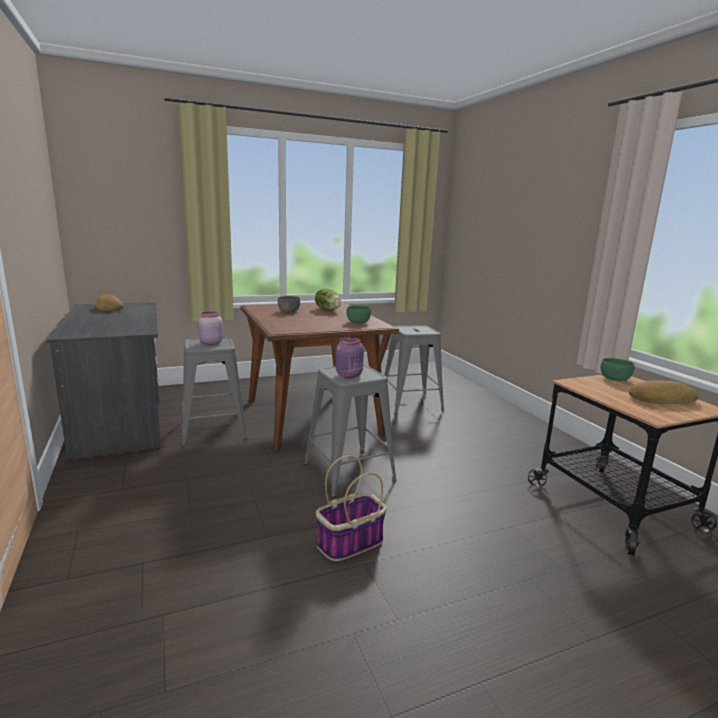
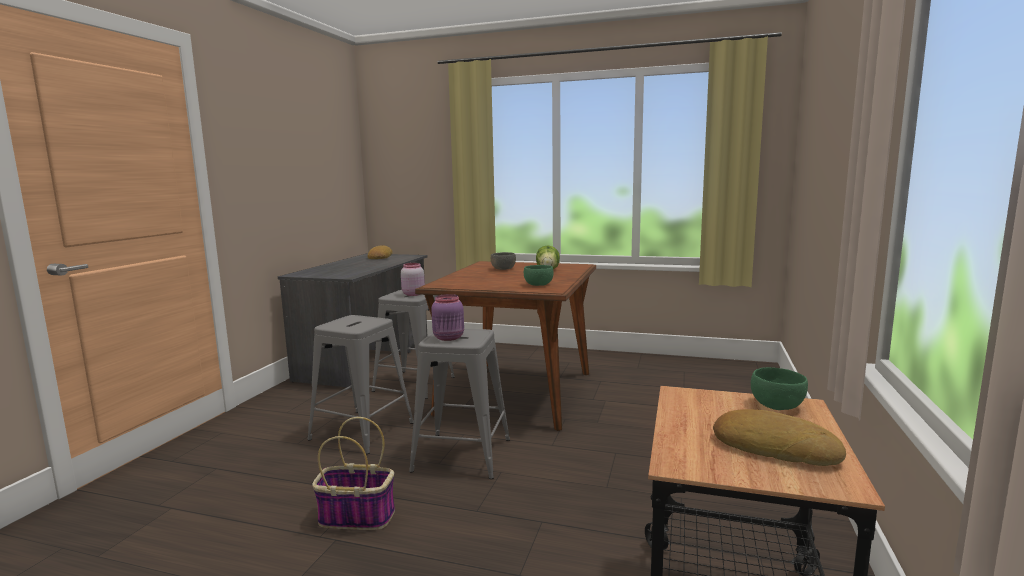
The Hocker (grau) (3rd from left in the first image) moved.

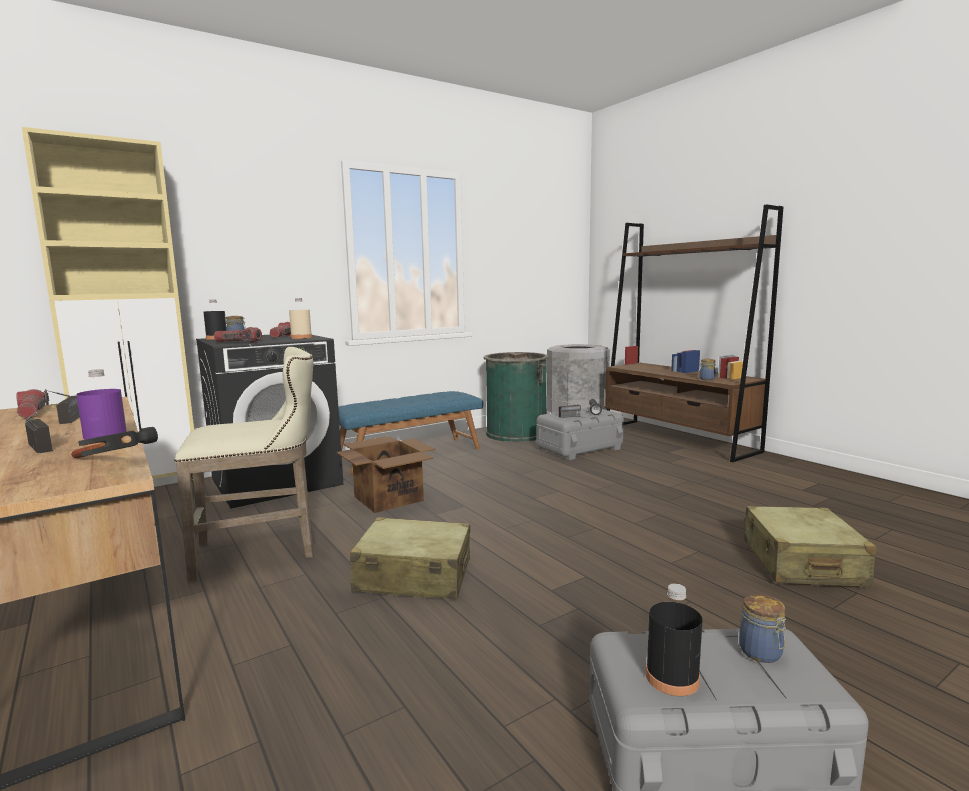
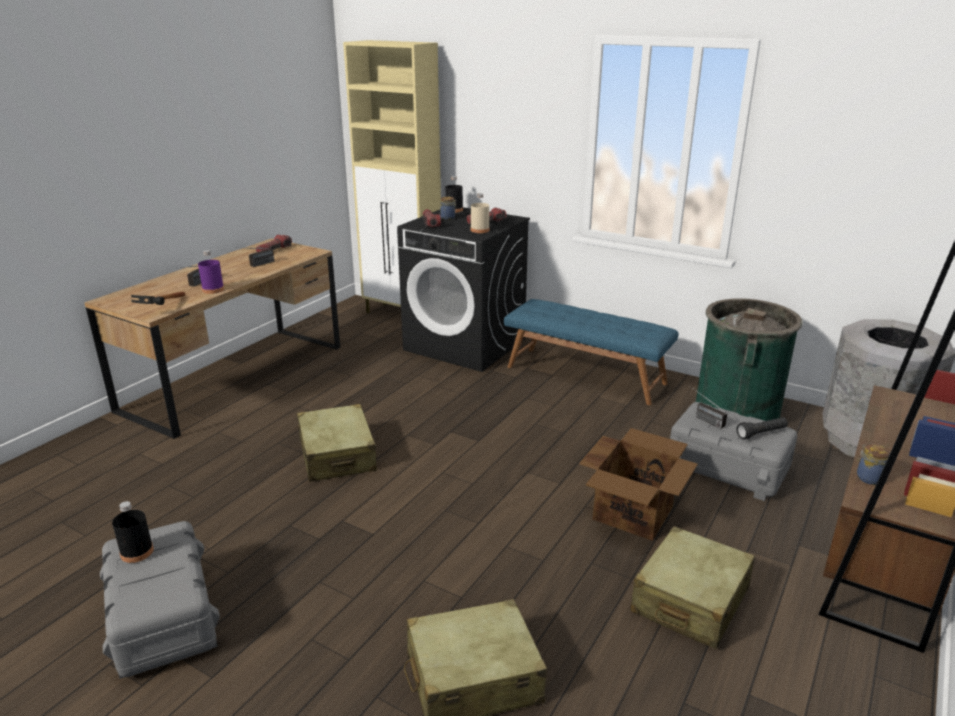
The Karton moved.
The Koffer (beige) (3rd from left) appeared.
The Hocker (beige) disappeared.
The Vorratsglas (3rd from left) disappeared.

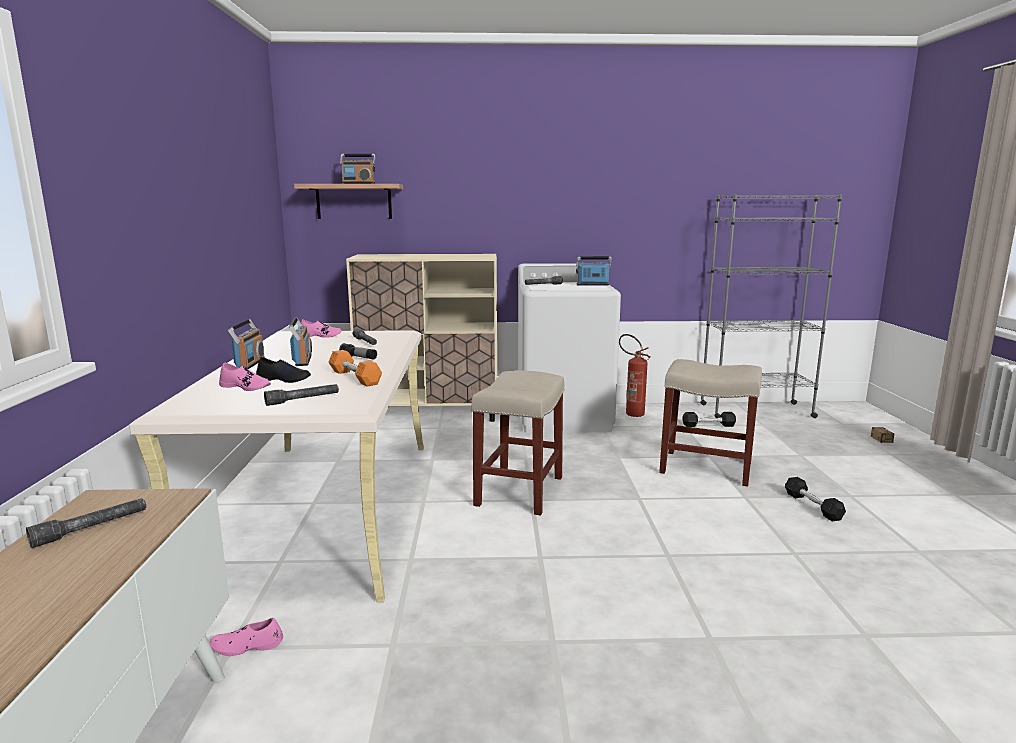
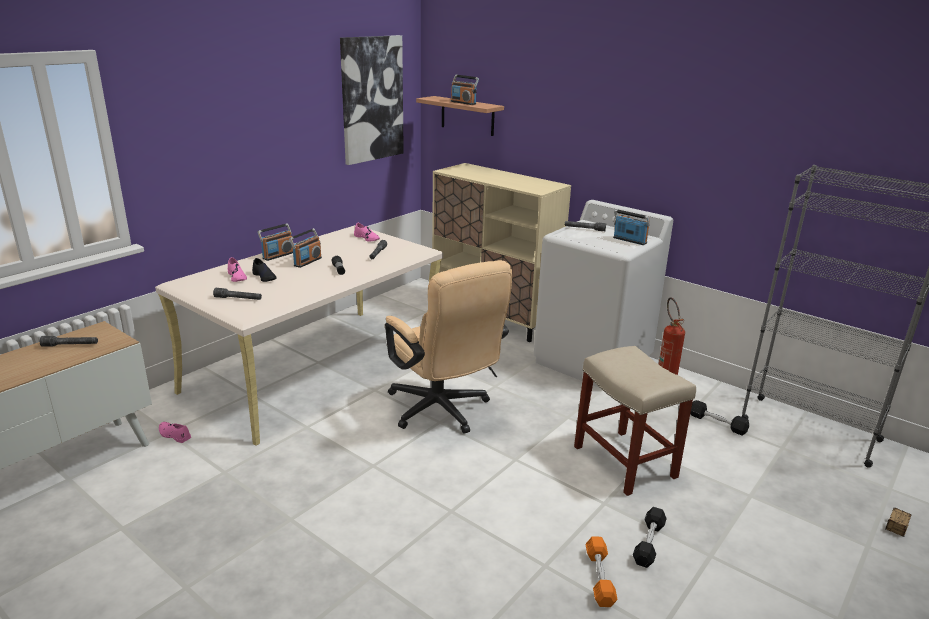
The Bild appeared.
The Hocker (beige) (1st from left) was replaced by the Bürostuhl (beige).
The Hantel (orange) moved.

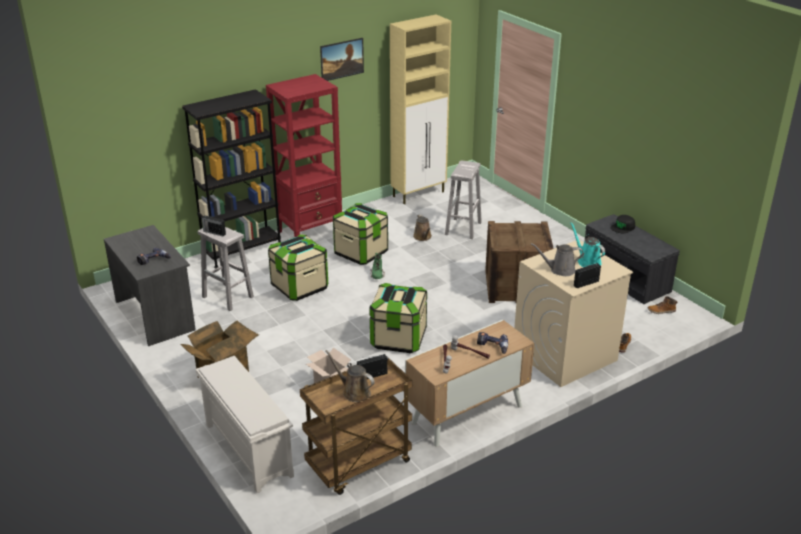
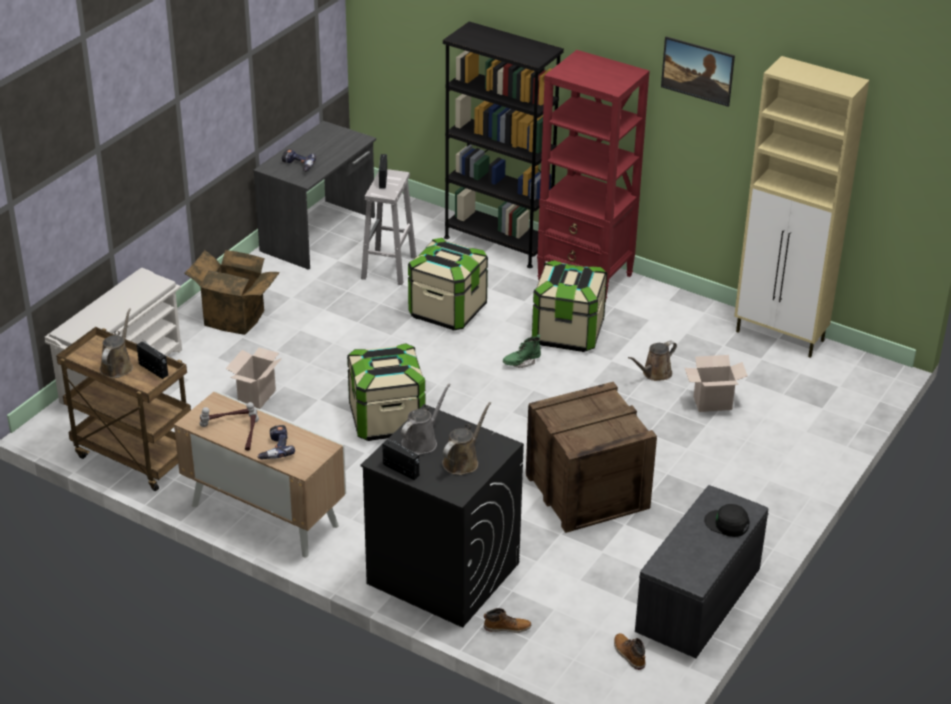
The Waschmaschine (beige) became the Waschmaschine (schwarz).
The Gießkanne (grau) turned 60 degrees clockwise.
The Gießkanne (türkis) became the Gießkanne (braun) (2nd from left).
The Hocker (weiß) (2nd from left) was replaced by the Karton (3rd from left).

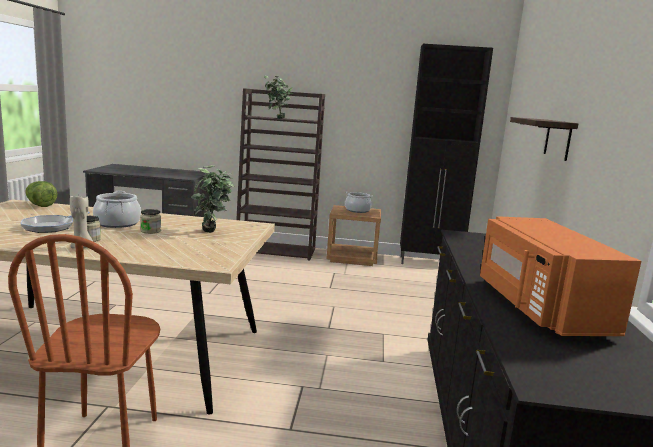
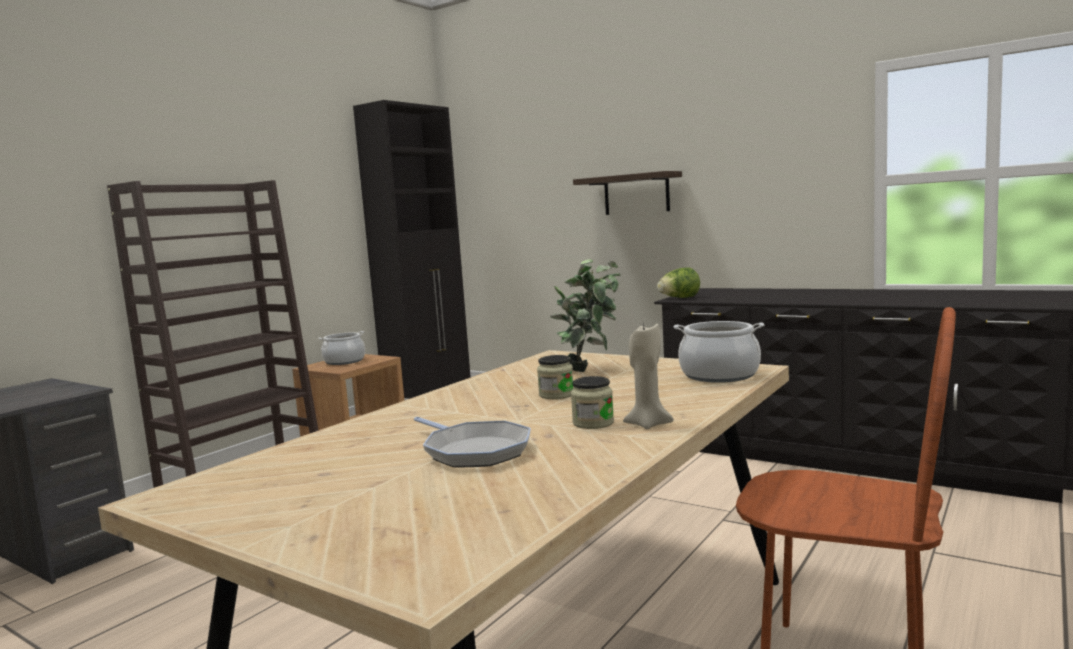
The Salatkopf moved.
The Kochtopf (1st from left in the first image) moved.
The Topfpflanze (2nd from left) disappeared.
The Mikrowelle (orange) disappeared.

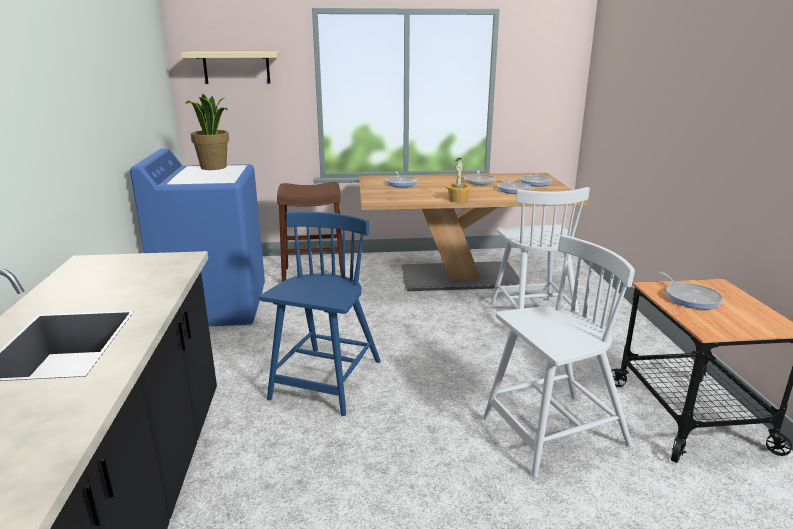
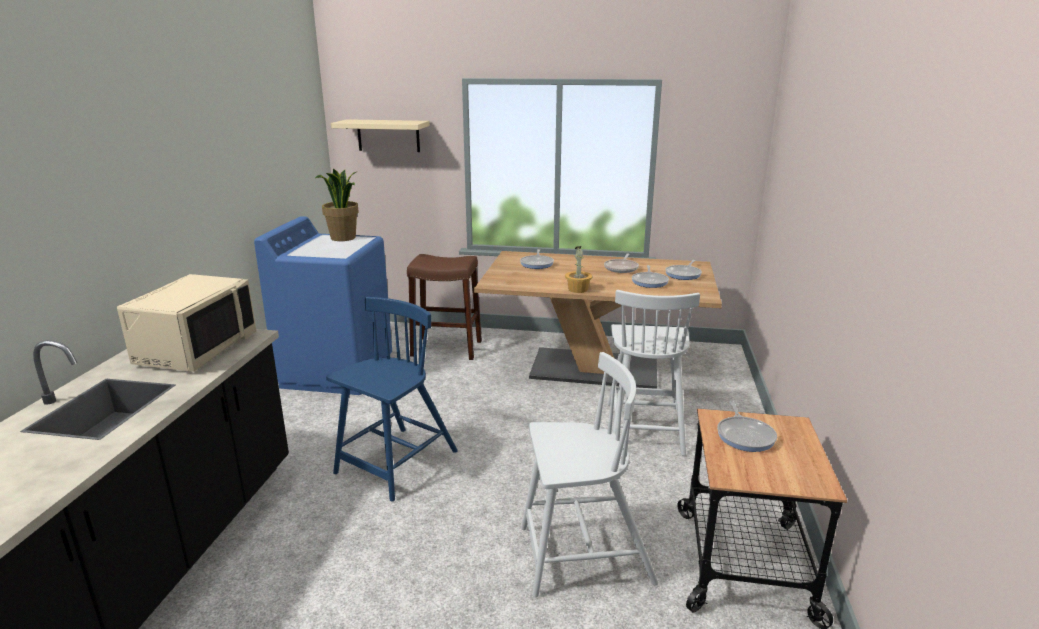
The Mikrowelle (beige) appeared.

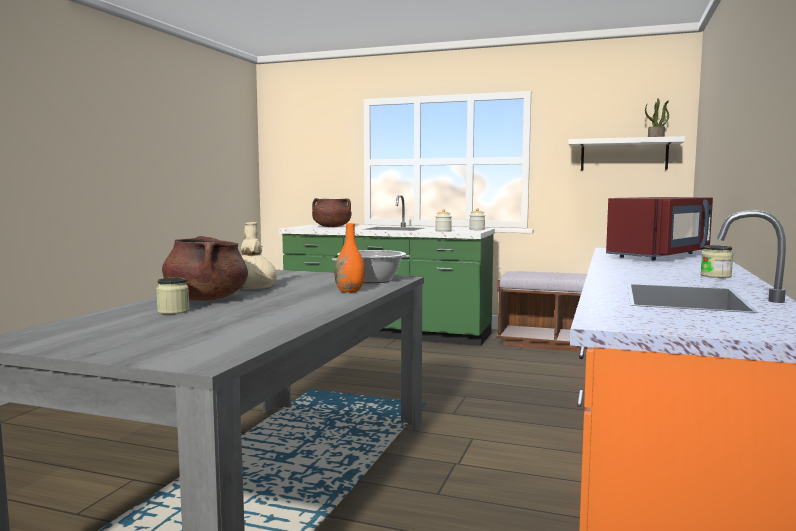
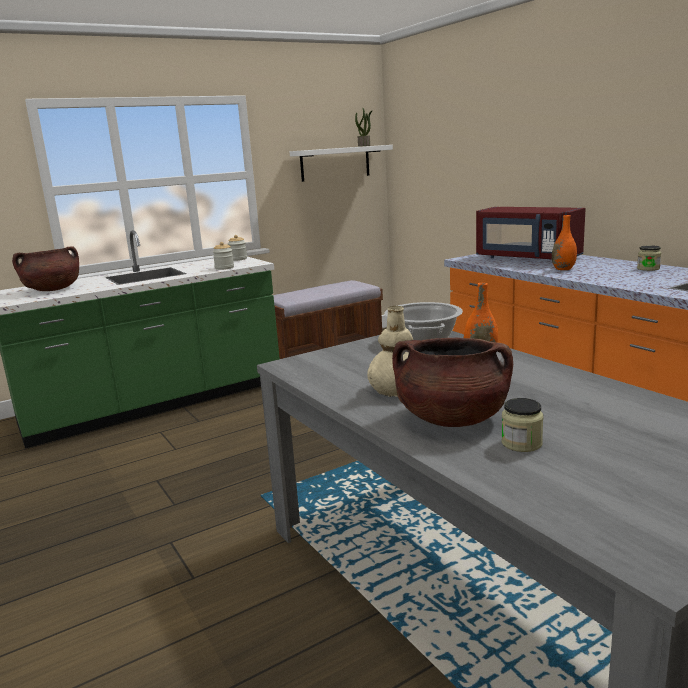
The Mikrowelle (rot) turned 135 degrees clockwise.
The Vase (orange) (2nd from left) appeared.

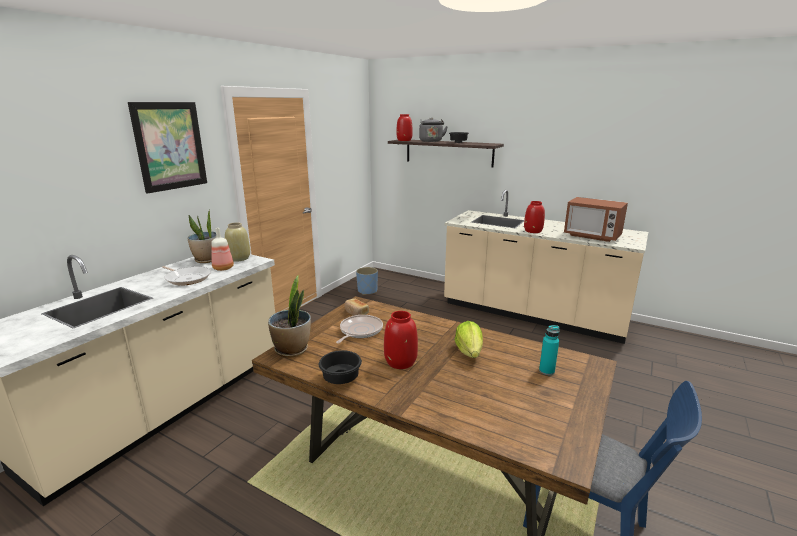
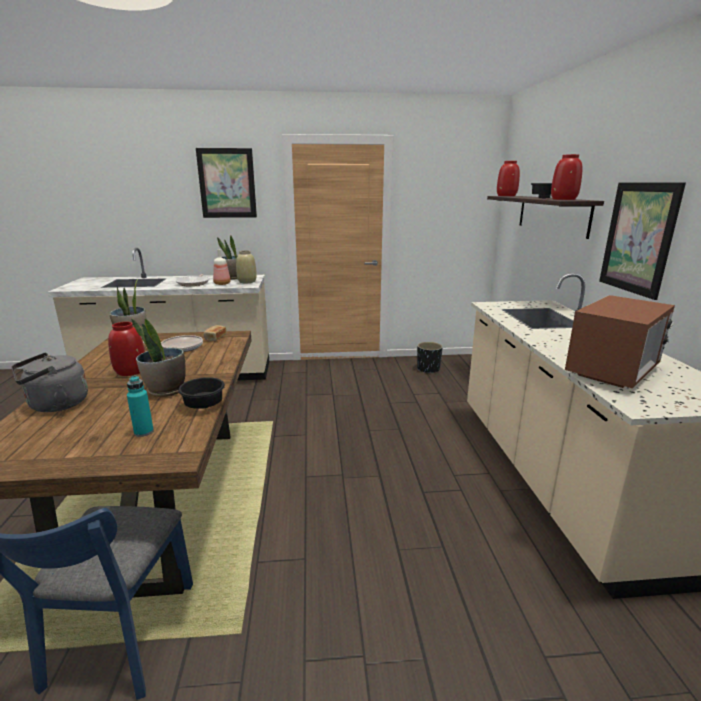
The Wasserkessel (grau) moved.
The Salatkopf was replaced by the Topfpflanze (2nd from left).
The Schüssel (schwarz) (1st from left) moved.
The Pflanzkübel (blau) became the Pflanzkübel (schwarz).
The Vase (rot) (3rd from left) moved.
The Mikrowelle turned 135 degrees counterclockwise.
The Bild (2nd from left) appeared.

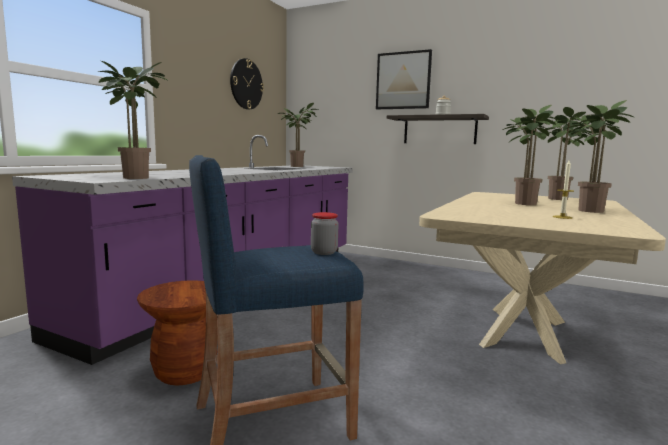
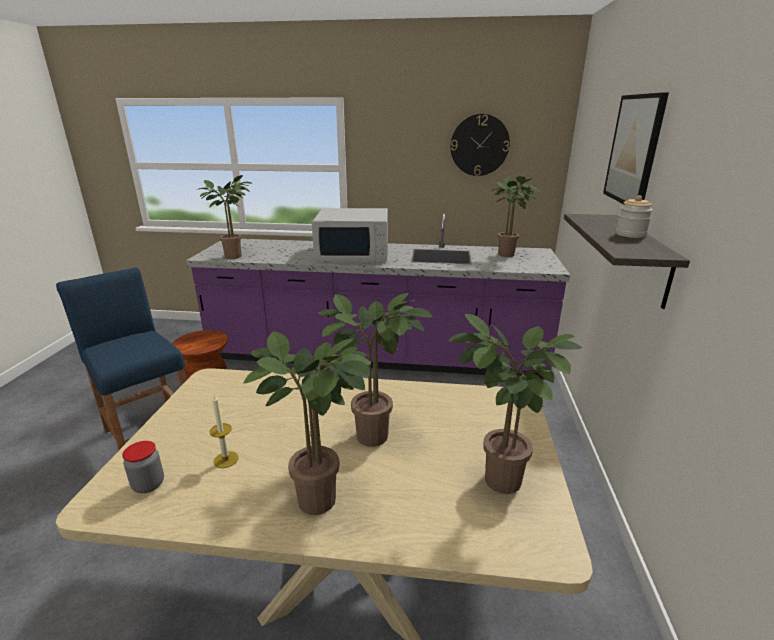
The Vorratsglas (1st from left) moved.
The Mikrowelle (weiß) appeared.

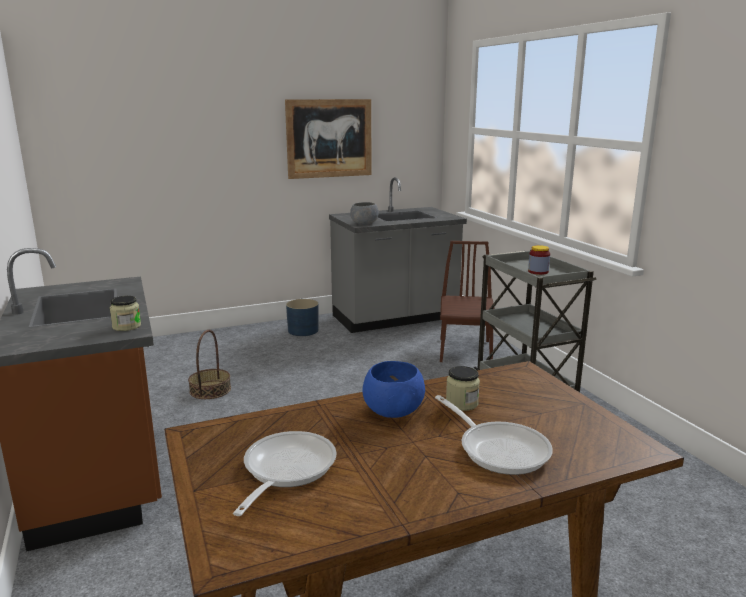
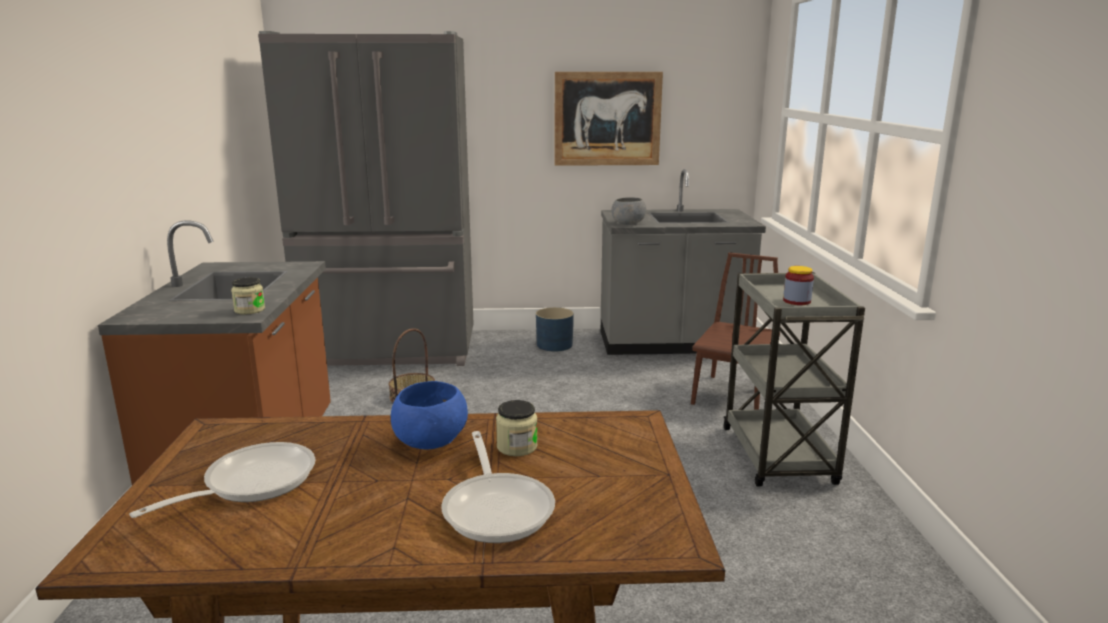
The Kühlschrank (grau) appeared.

